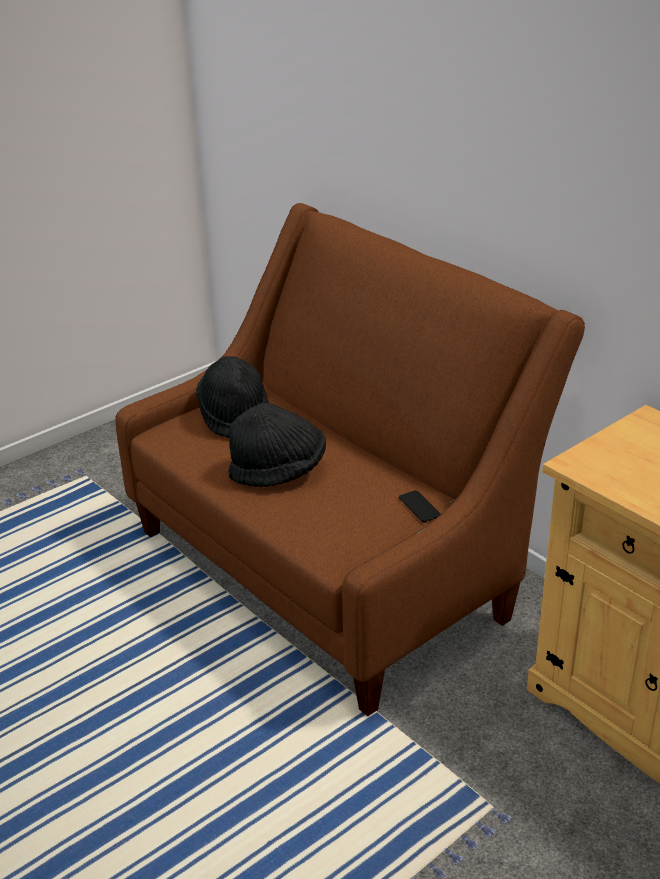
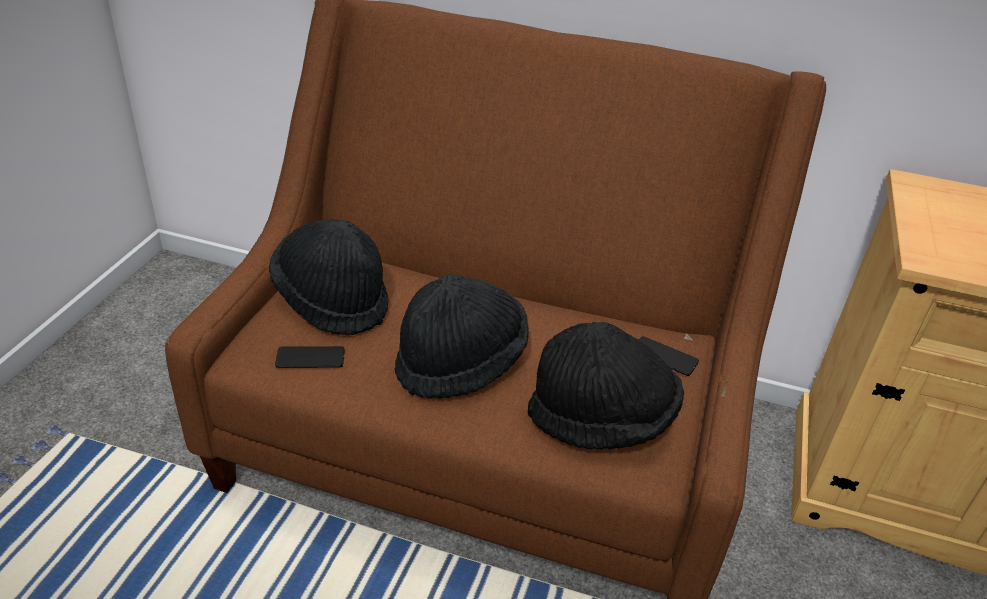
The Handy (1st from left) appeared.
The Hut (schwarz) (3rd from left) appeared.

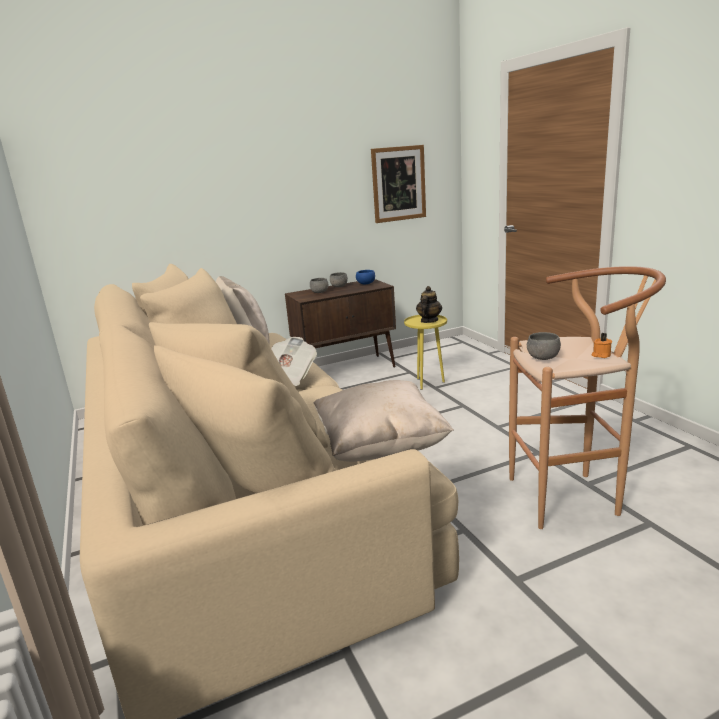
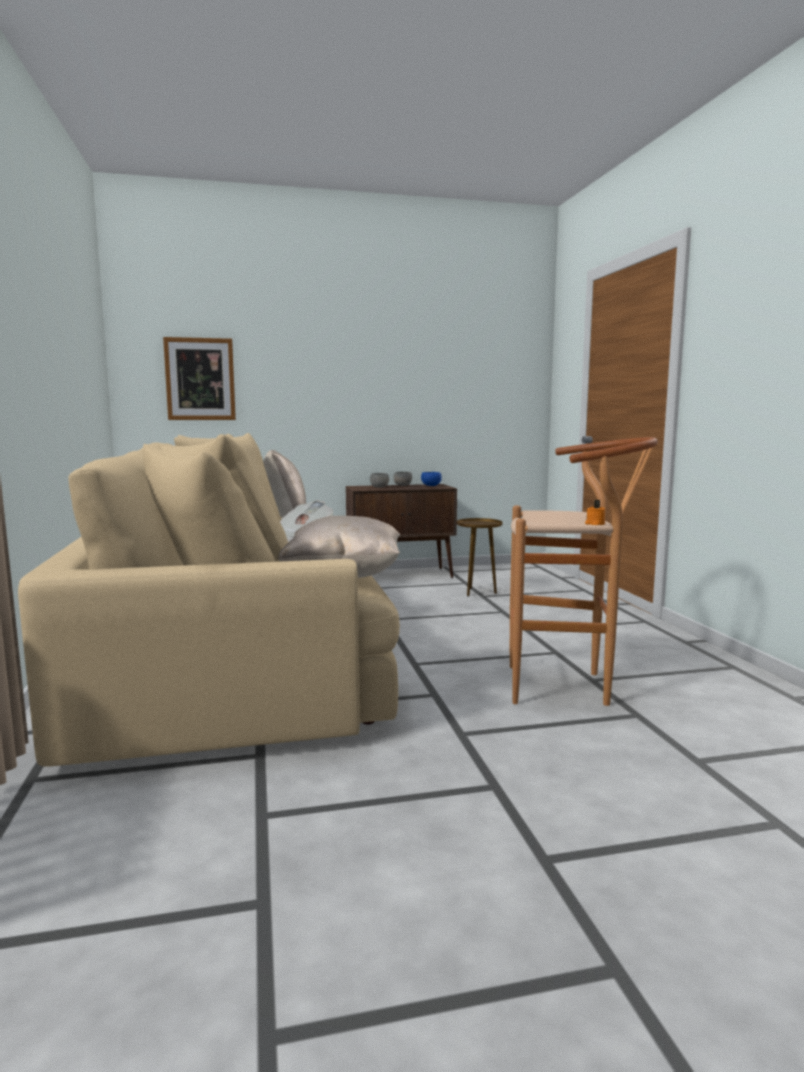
The Bild moved.
The Beistelltisch (gelb) became the Beistelltisch (braun).
The Teekanne disappeared.
The Schüssel (grau) (3rd from left) disappeared.

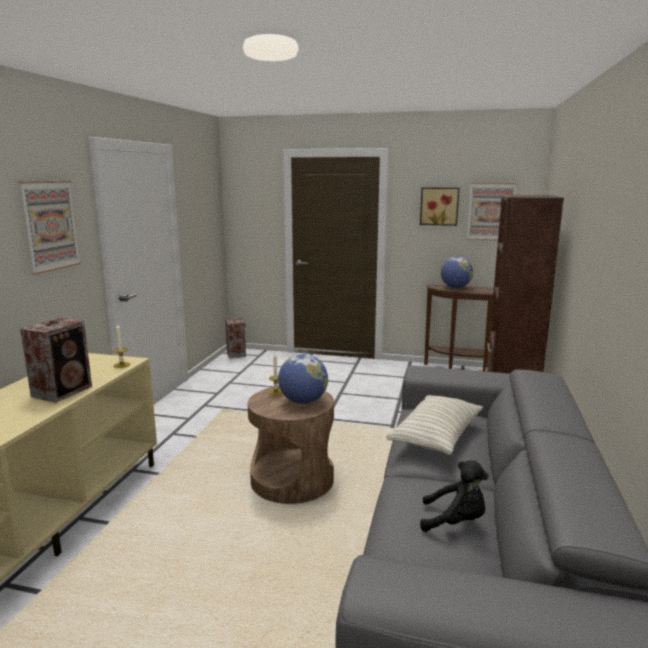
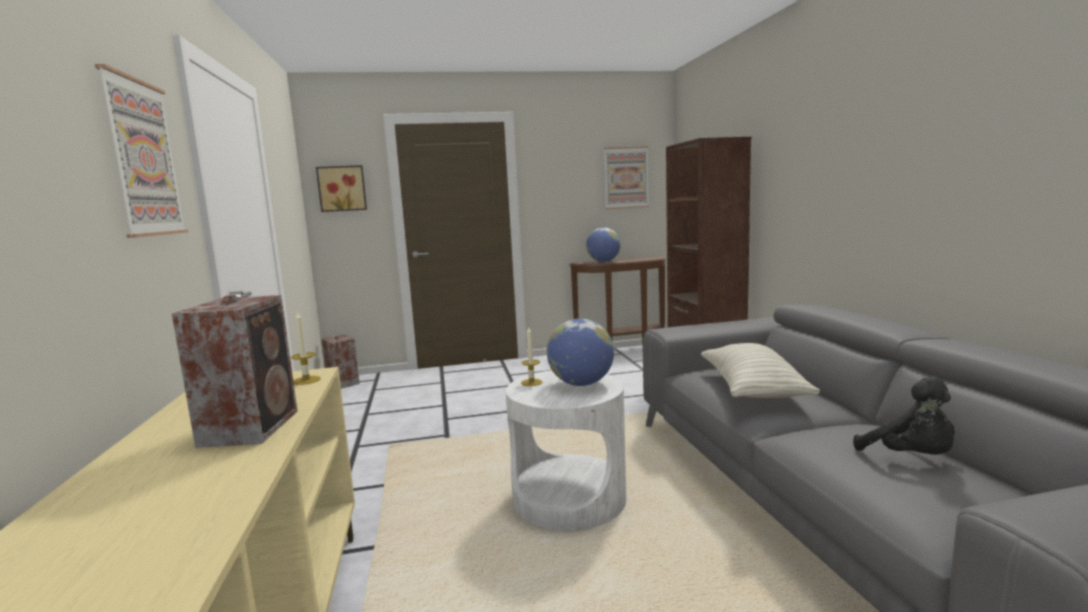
The Bild (2nd from left) moved.
The Beistelltisch (braun) became the Beistelltisch (weiß).
The Plüschtier (schwarz) turned 75 degrees clockwise.

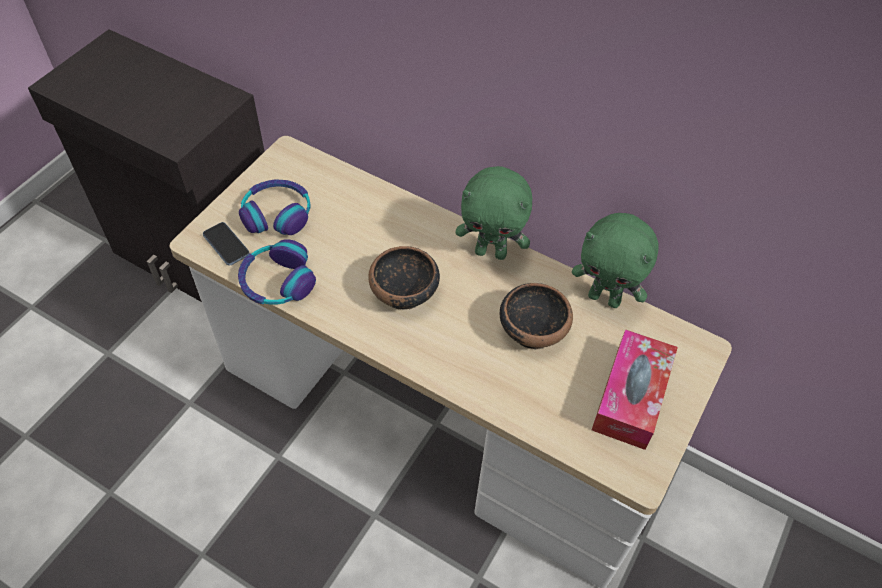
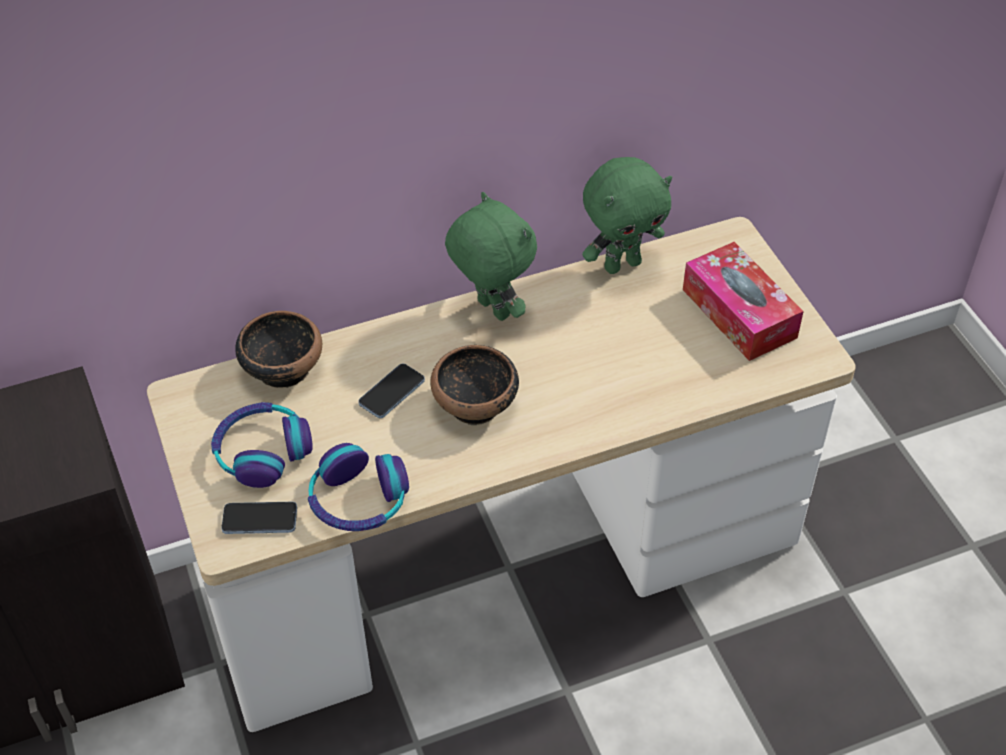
The Schüssel (2nd from left in the first image) moved.
The Handy (2nd from left) appeared.
The Plüschtier (grün) (1st from left) turned 90 degrees counterclockwise.

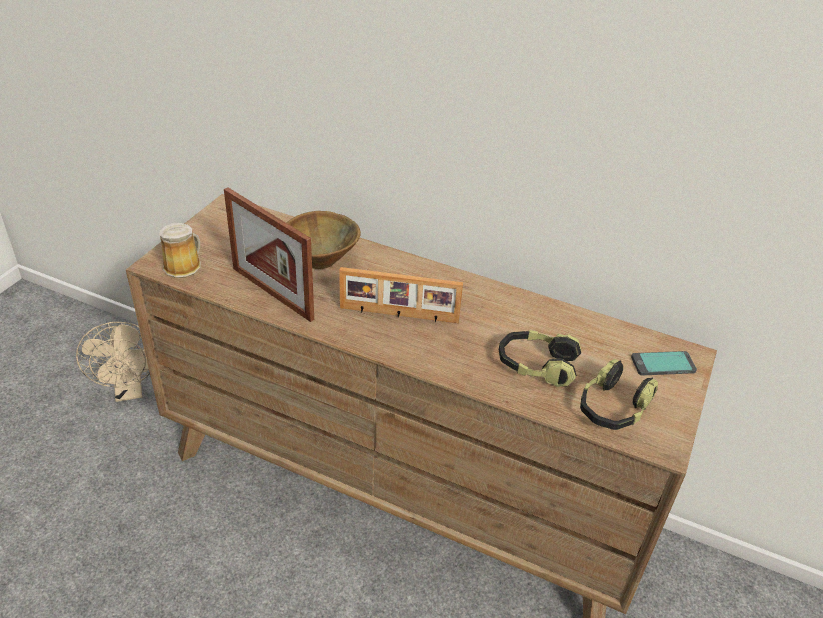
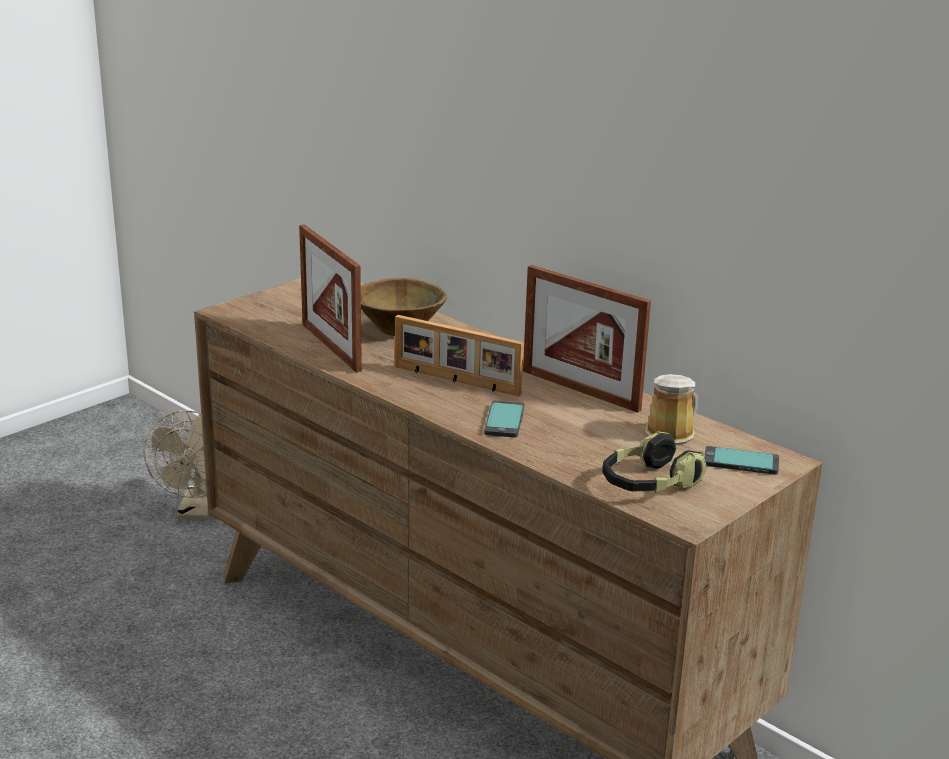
The Handy (1st from left) appeared.
The Bilderrahmen (3rd from left) appeared.
The Henkelbecher moved.
The Kopfhörer (1st from left) disappeared.

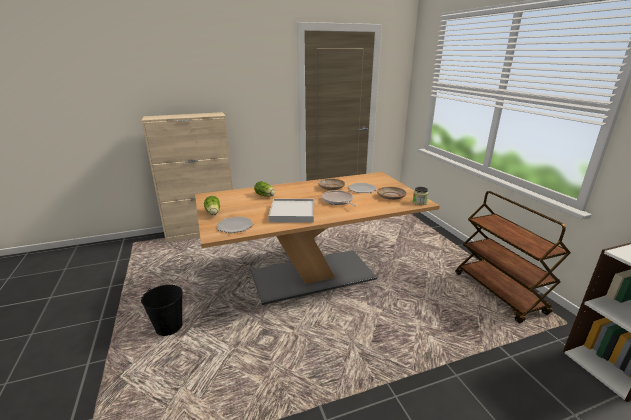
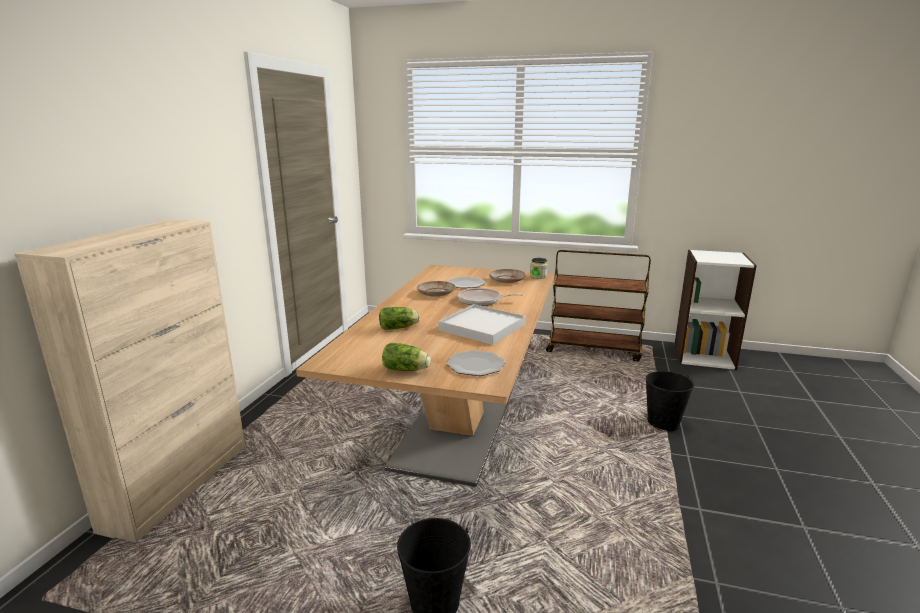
The Eimer (schwarz) (2nd from left) appeared.

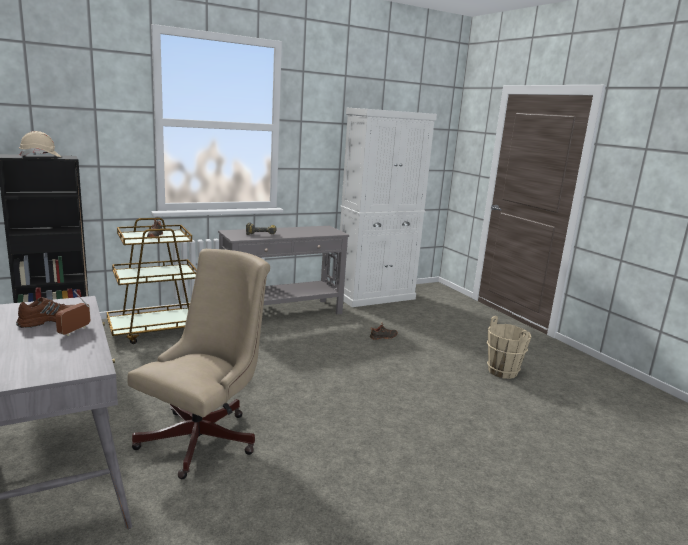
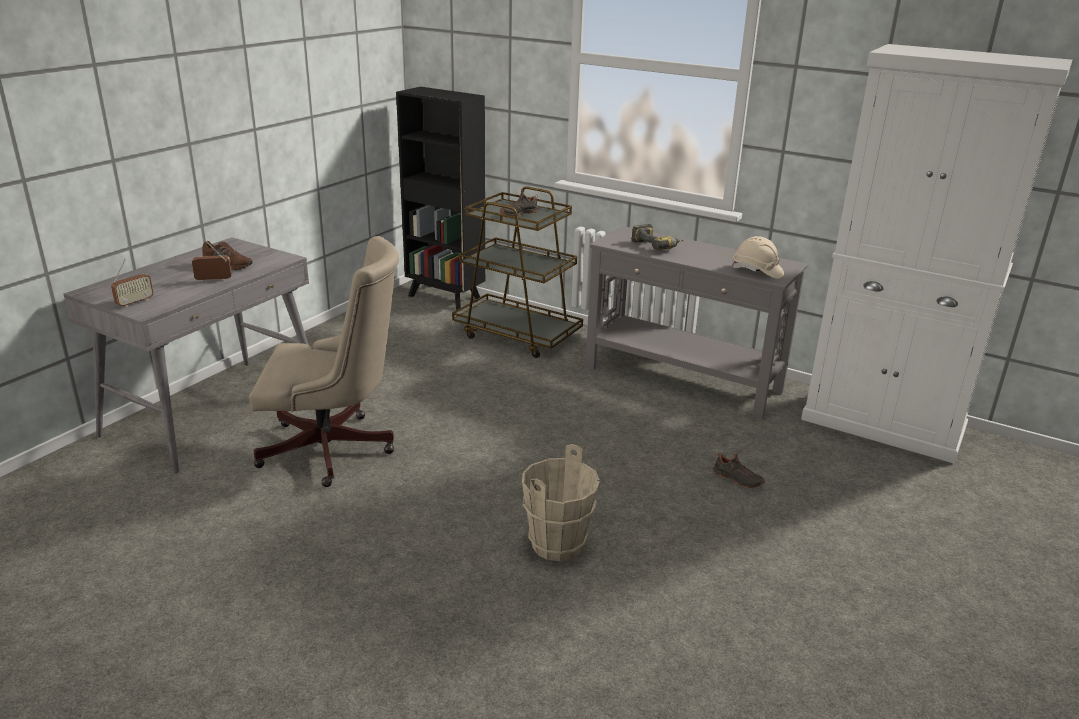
The Radio (1st from left) appeared.
The Eimer (beige) moved.
The Schutzhelm (beige) moved.

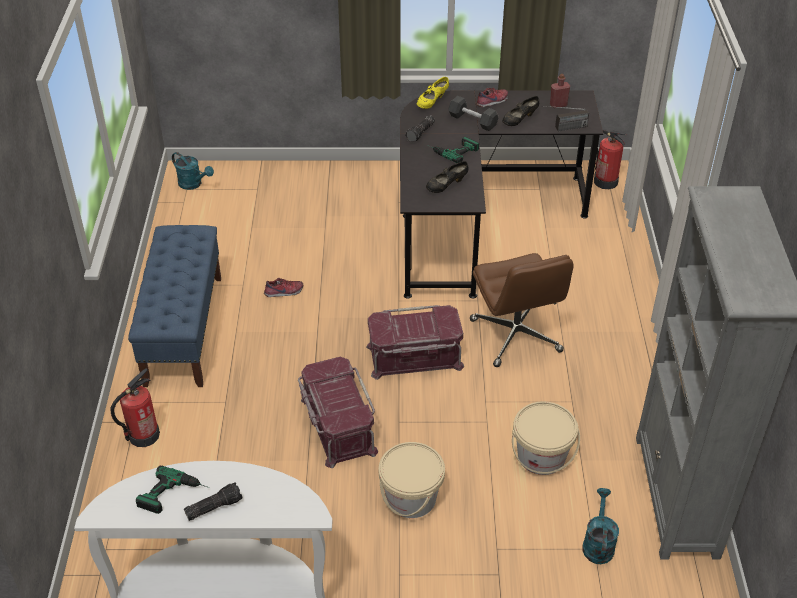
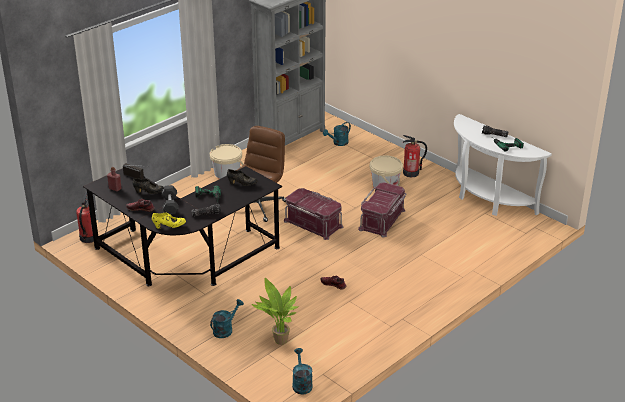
The Eimer (beige) (2nd from left in the first image) moved.
The Gießkanne (türkis) (1st from left) appeared.
The Topfpflanze appeared.
The Feuerlöscher (1st from left in the first image) moved.
The Bank (blau) disappeared.

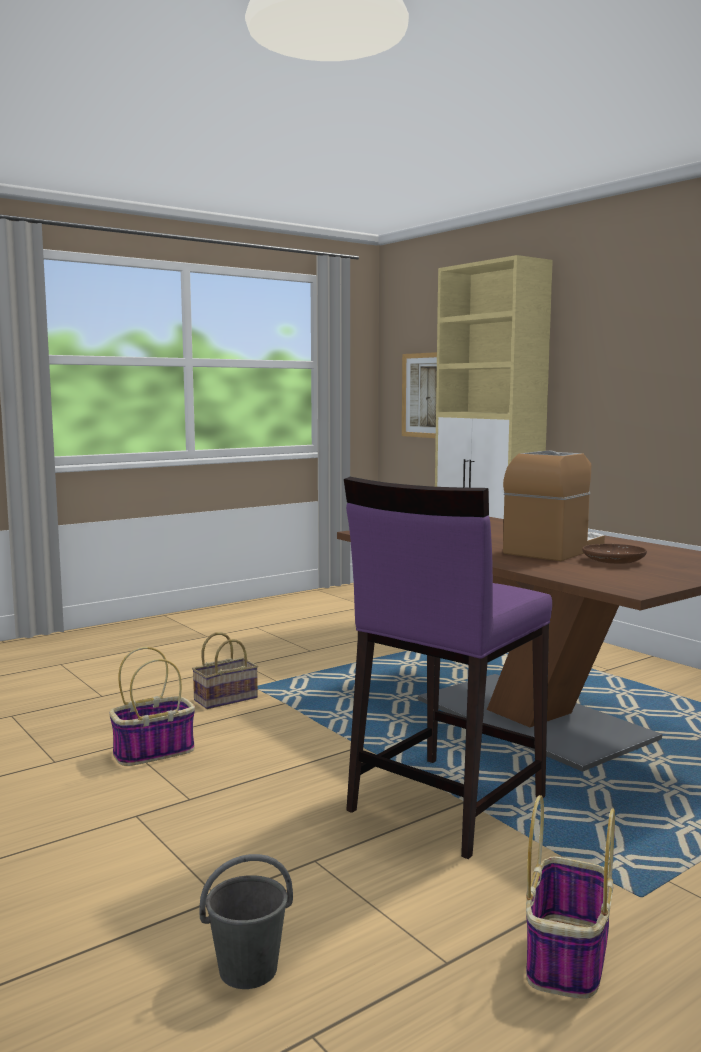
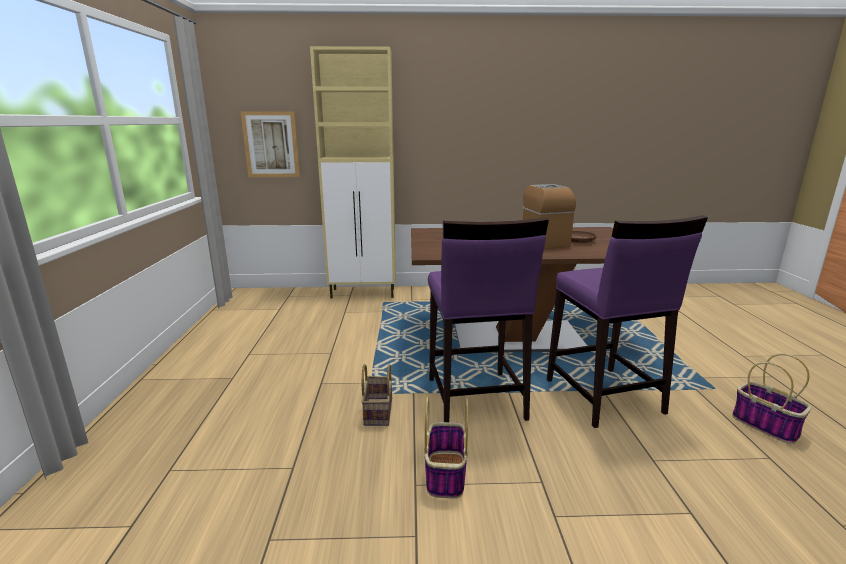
The Hocker (lila) (1st from left) appeared.
The Eimer (grau) disappeared.

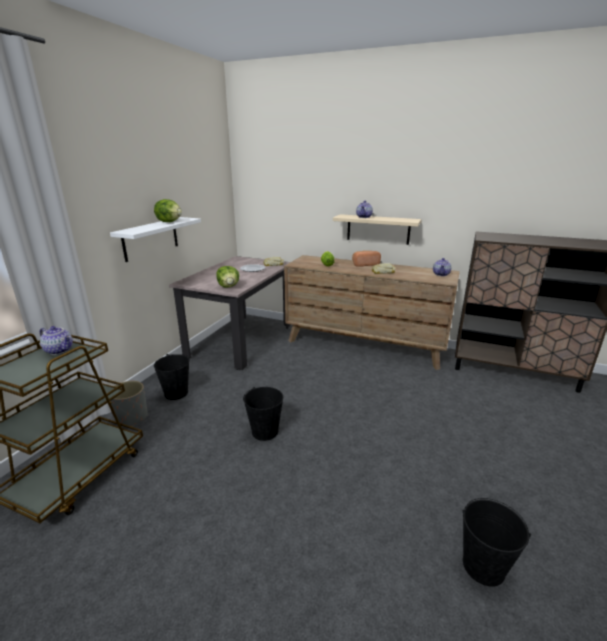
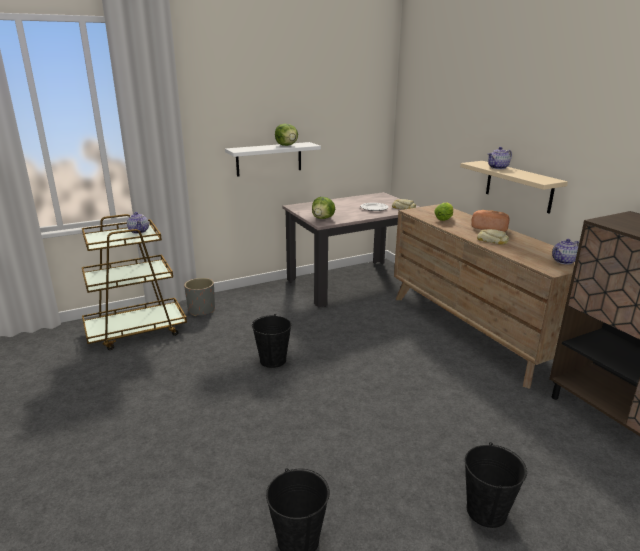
The Eimer (schwarz) (1st from left in the first image) moved.

